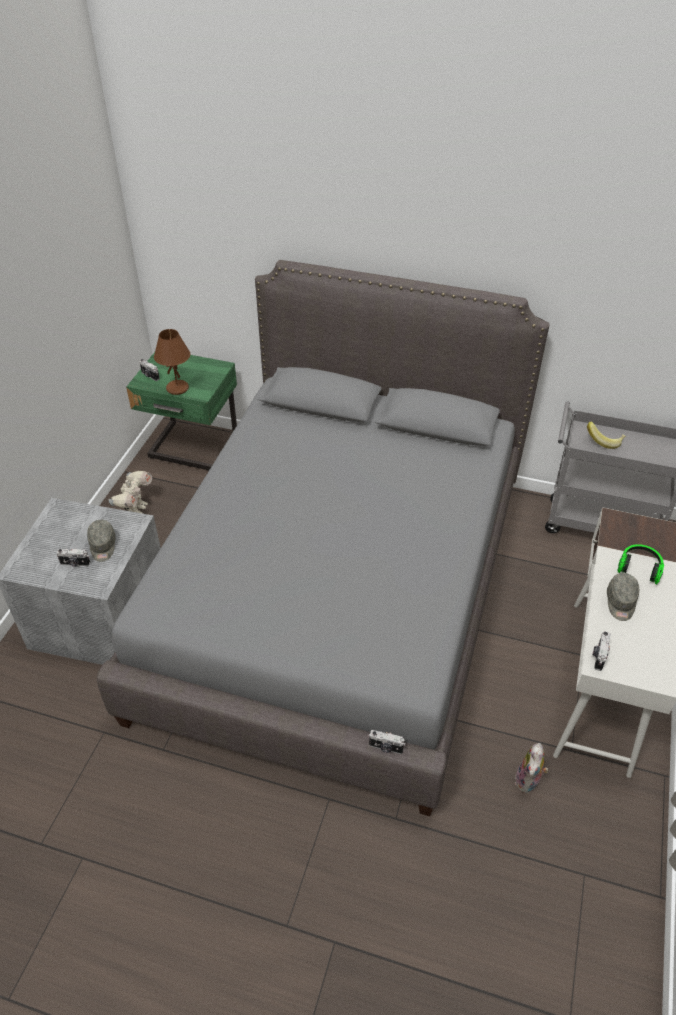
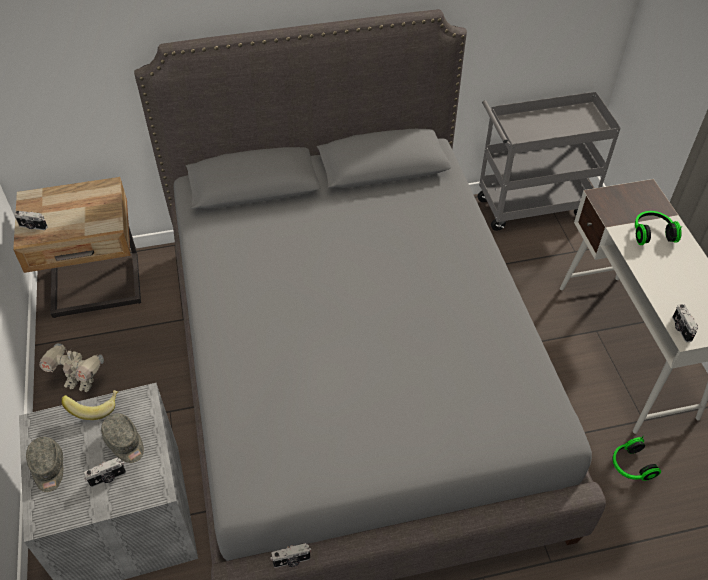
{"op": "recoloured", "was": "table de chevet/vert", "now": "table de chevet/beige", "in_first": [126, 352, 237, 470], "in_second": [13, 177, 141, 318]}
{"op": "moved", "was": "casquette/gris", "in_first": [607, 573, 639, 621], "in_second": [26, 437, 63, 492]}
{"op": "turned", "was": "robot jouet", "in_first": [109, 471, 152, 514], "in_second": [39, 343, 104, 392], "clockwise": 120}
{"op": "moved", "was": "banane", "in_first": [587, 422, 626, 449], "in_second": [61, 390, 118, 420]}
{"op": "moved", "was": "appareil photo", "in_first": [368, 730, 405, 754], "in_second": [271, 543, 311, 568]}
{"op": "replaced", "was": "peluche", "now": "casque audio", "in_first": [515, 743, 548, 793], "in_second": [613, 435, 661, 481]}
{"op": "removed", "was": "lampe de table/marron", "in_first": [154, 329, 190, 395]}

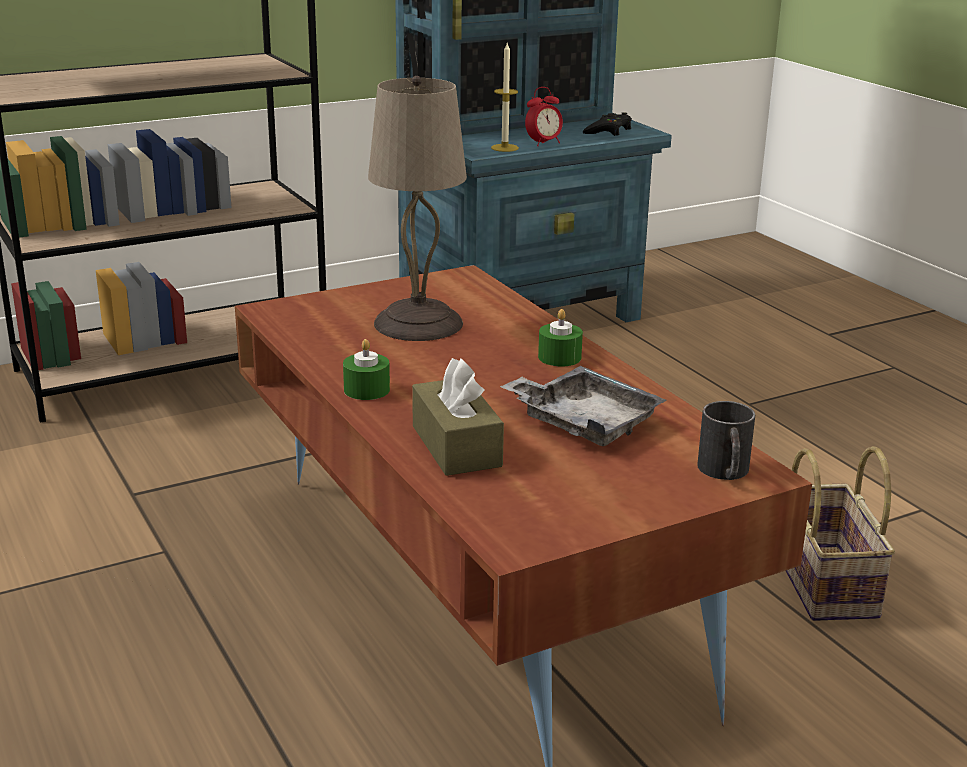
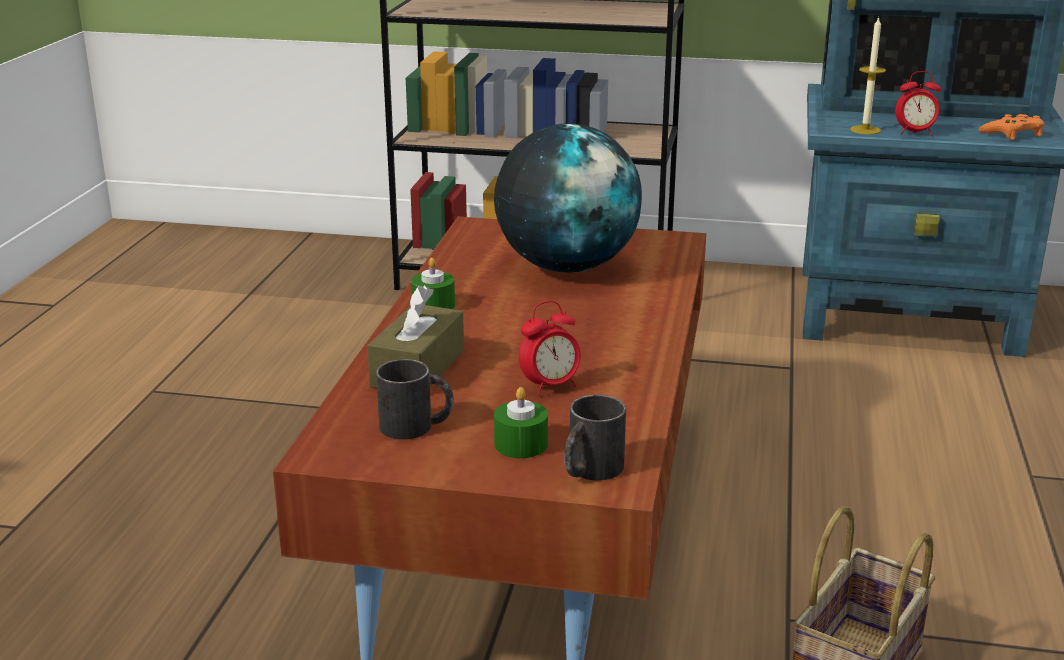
{"op": "added", "now": "mug/noir", "in_second": [376, 359, 454, 440]}
{"op": "replaced", "was": "lampe de table/beige", "now": "globe", "in_first": [368, 76, 467, 341], "in_second": [494, 123, 642, 273]}
{"op": "moved", "was": "bougie/vert", "in_first": [538, 309, 583, 367], "in_second": [494, 387, 548, 458]}
{"op": "replaced", "was": "plateau/gris", "now": "réveil", "in_first": [500, 366, 666, 446], "in_second": [519, 301, 580, 396]}
{"op": "recoloured", "was": "manette/noir", "now": "manette/orange", "in_first": [583, 112, 632, 136], "in_second": [979, 114, 1045, 140]}

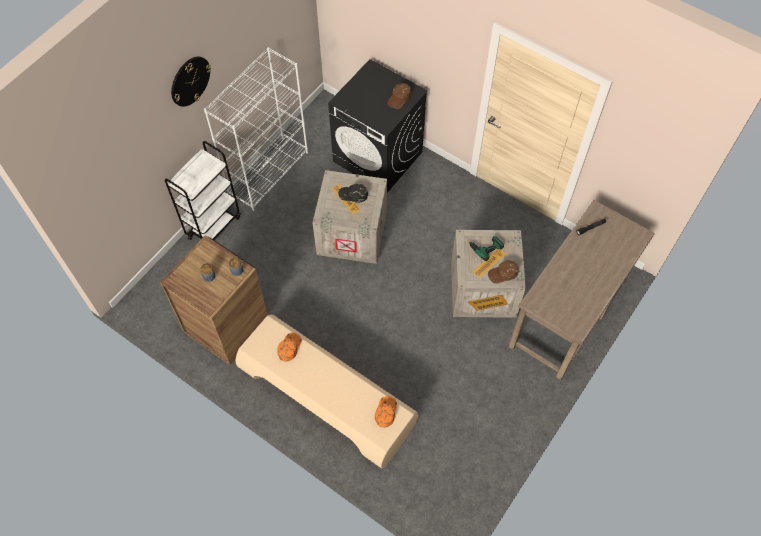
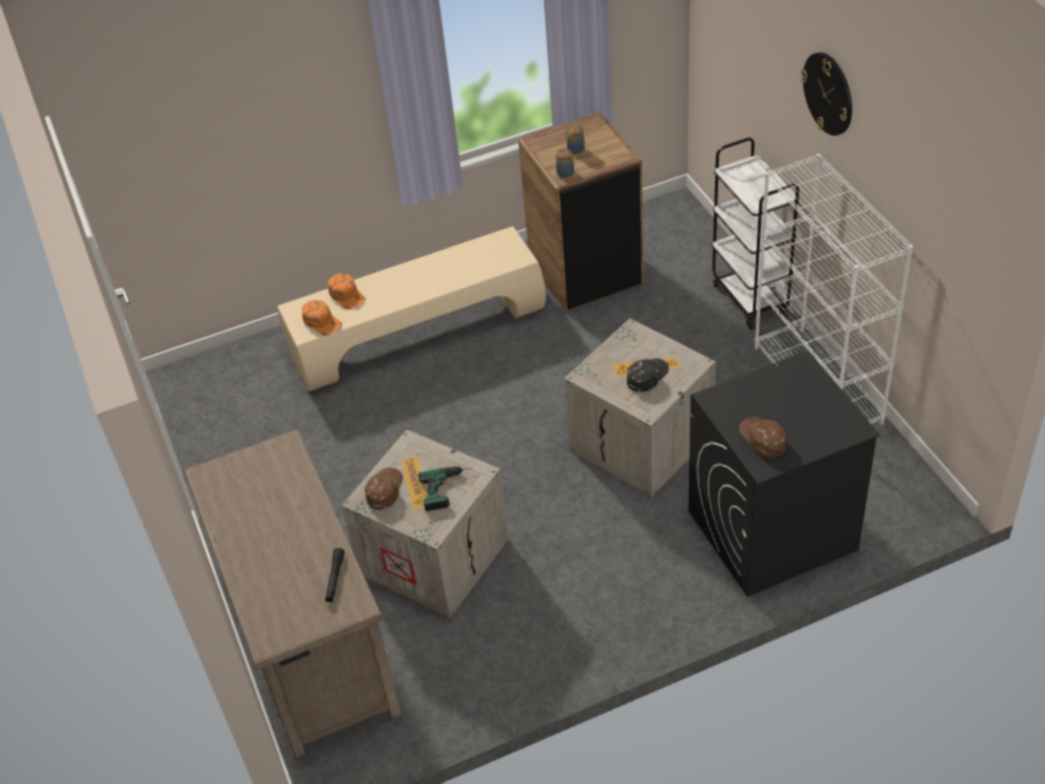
{"op": "moved", "was": "casquette/orange", "in_first": [277, 333, 301, 362], "in_second": [328, 273, 366, 309]}

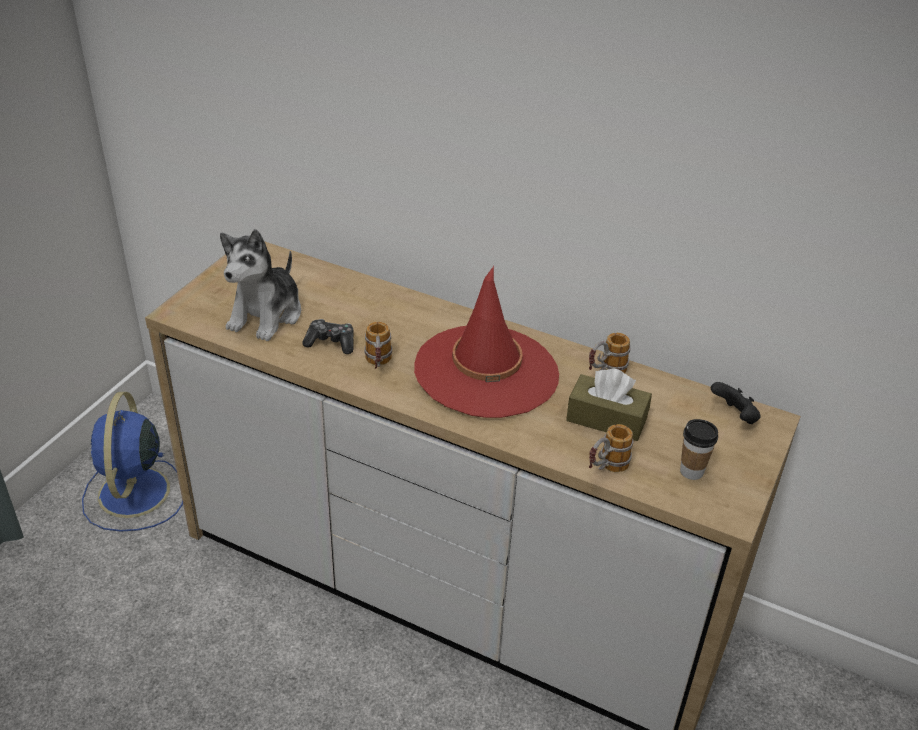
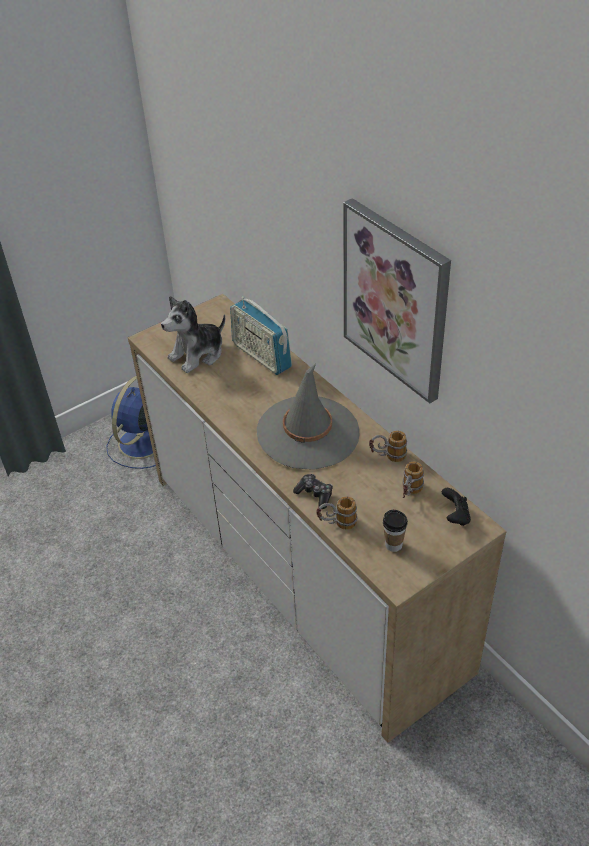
{"op": "added", "now": "radio", "in_second": [230, 296, 292, 375]}
{"op": "recoloured", "was": "chapeau/rouge", "now": "chapeau/gris", "in_first": [414, 266, 559, 418], "in_second": [257, 363, 359, 470]}
{"op": "moved", "was": "manette", "in_first": [302, 319, 353, 354], "in_second": [293, 474, 333, 509]}
{"op": "added", "now": "tableau", "in_second": [343, 198, 451, 403]}
{"op": "moved", "was": "mug", "in_first": [364, 322, 392, 369], "in_second": [402, 462, 424, 498]}
{"op": "removed", "was": "boîte à mouchoirs/marron", "in_first": [566, 368, 652, 441]}

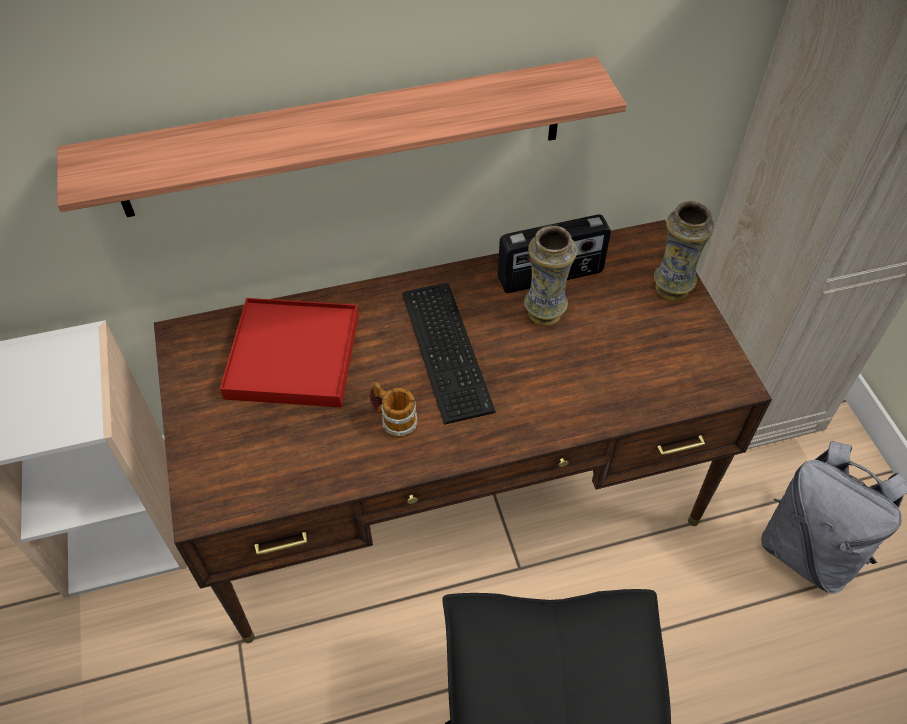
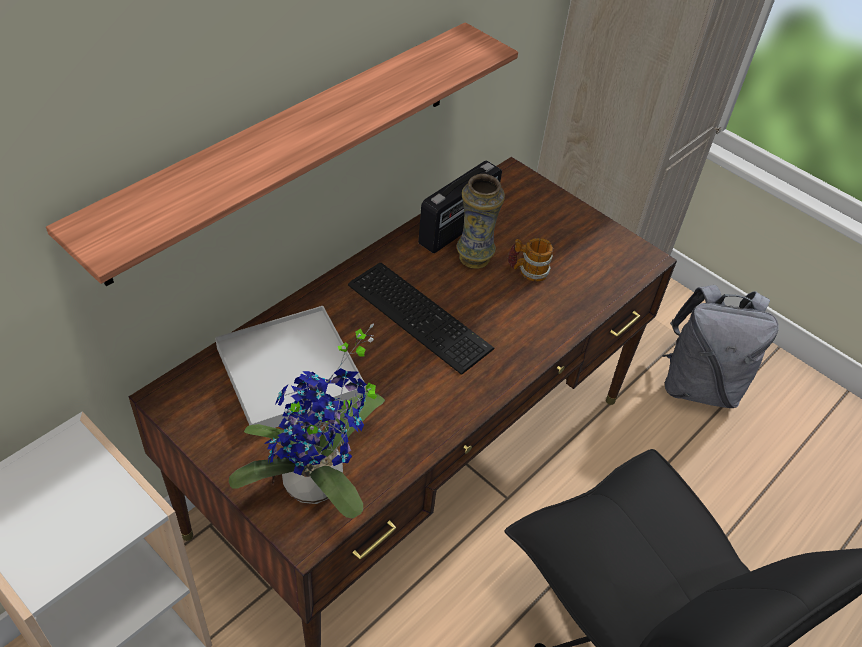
{"op": "recoloured", "was": "plateau/rouge", "now": "plateau/blanc", "in_first": [220, 298, 359, 407], "in_second": [215, 306, 366, 428]}
{"op": "added", "now": "plante en pot", "in_second": [229, 324, 385, 518]}
{"op": "moved", "was": "mug", "in_first": [369, 382, 418, 438], "in_second": [508, 238, 553, 282]}
{"op": "removed", "was": "vase", "in_first": [654, 201, 714, 301]}

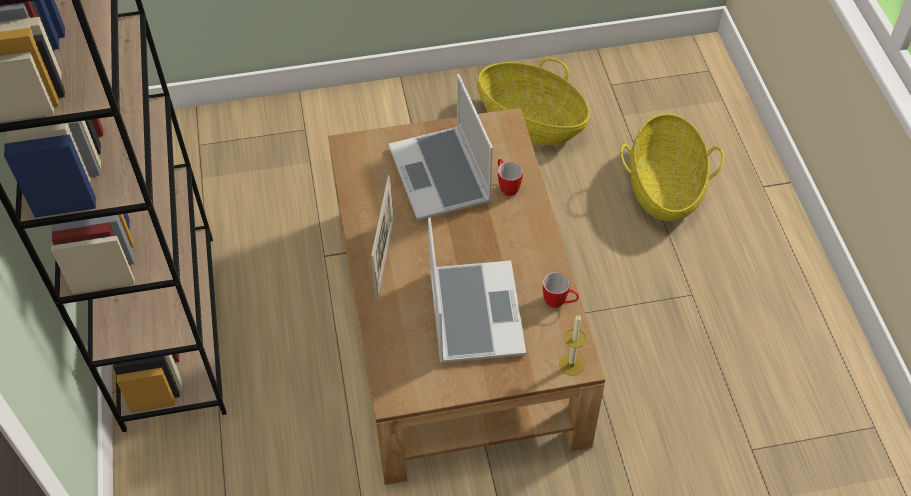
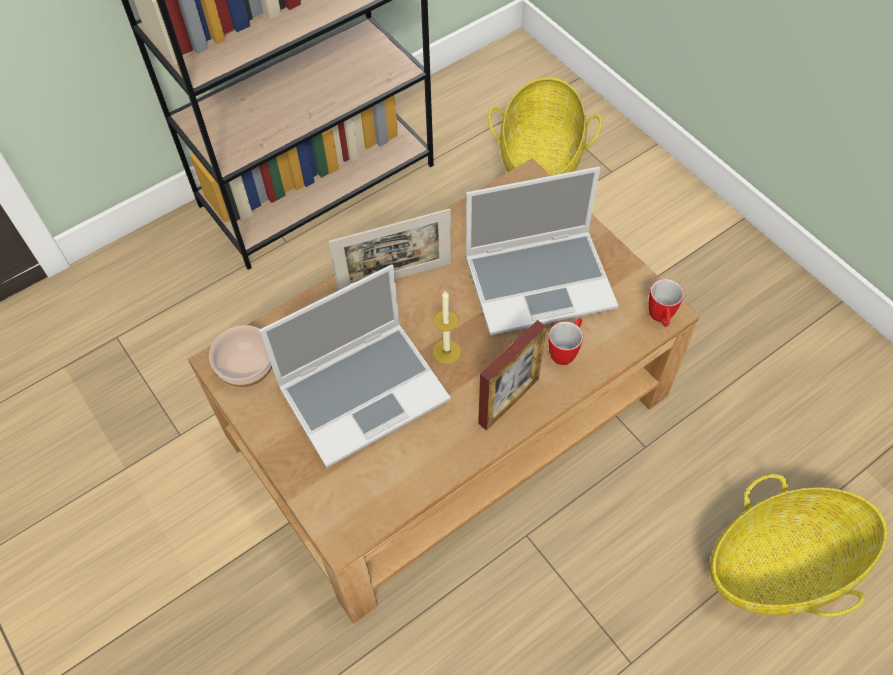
{"op": "added", "now": "bol", "in_second": [209, 325, 272, 387]}
{"op": "moved", "was": "bougie", "in_first": [559, 314, 586, 376], "in_second": [432, 290, 461, 365]}
{"op": "turned", "was": "ordinateur portable", "in_first": [388, 74, 493, 221], "in_second": [465, 167, 619, 336], "clockwise": -150}
{"op": "added", "now": "cadre photo", "in_second": [478, 320, 546, 431]}
{"op": "moved", "was": "panier", "in_first": [477, 58, 590, 145], "in_second": [488, 77, 602, 176]}
{"op": "moved", "was": "mug", "in_first": [543, 272, 579, 308], "in_second": [648, 279, 684, 327]}

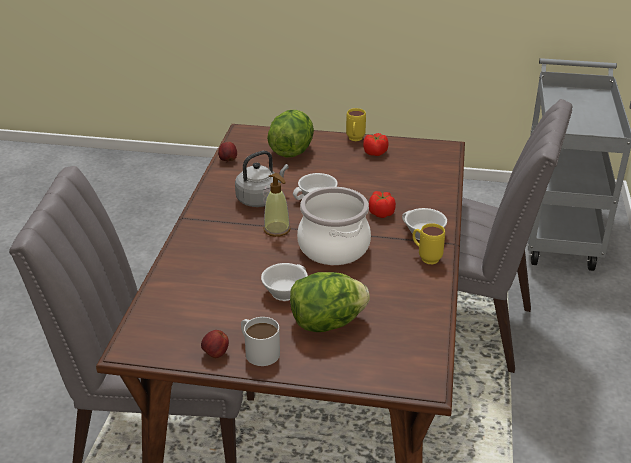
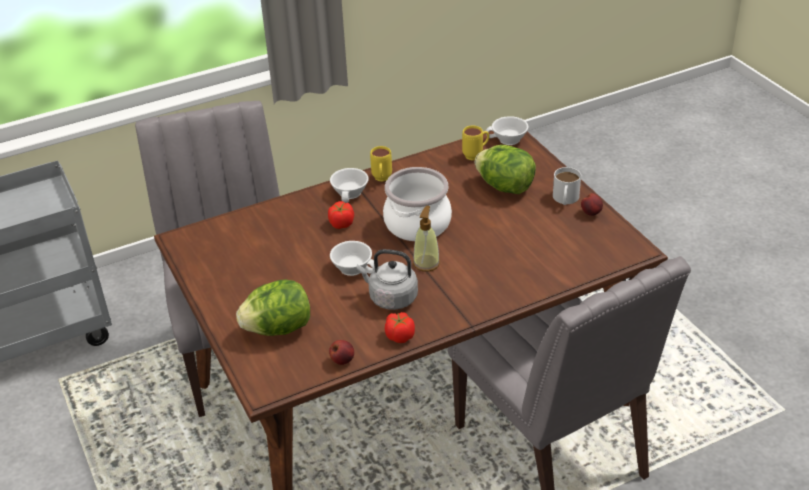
{"op": "moved", "was": "tomate", "in_first": [363, 133, 388, 156], "in_second": [385, 312, 415, 343]}
{"op": "moved", "was": "mug/jaune", "in_first": [346, 108, 366, 141], "in_second": [462, 126, 489, 160]}
{"op": "moved", "was": "tasse/blanc", "in_first": [261, 263, 308, 301], "in_second": [486, 116, 528, 145]}

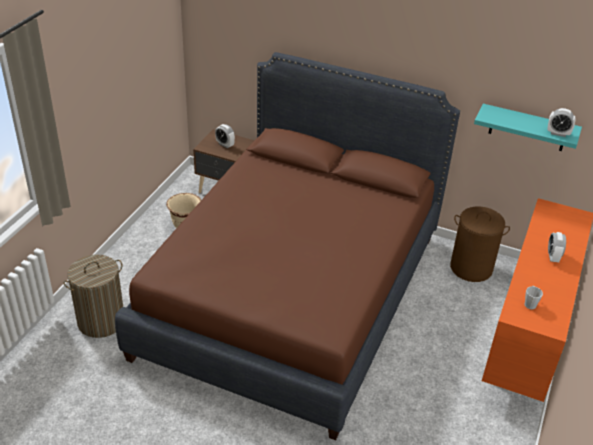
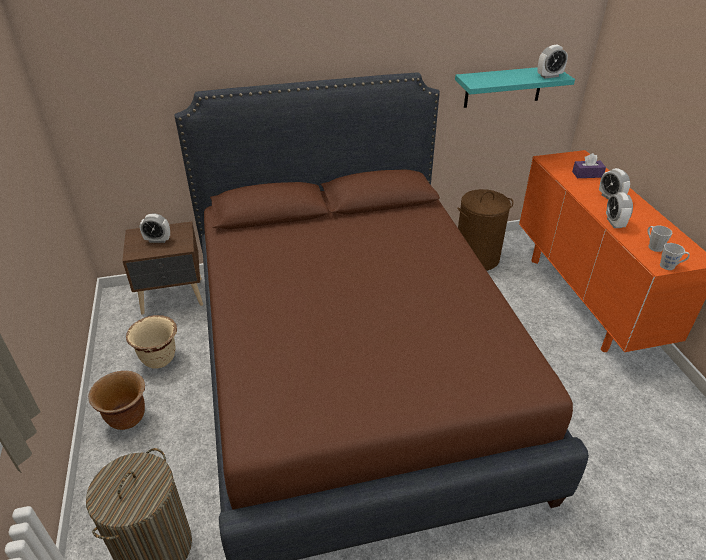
{"op": "added", "now": "cache-pot/marron", "in_second": [88, 371, 145, 430]}
{"op": "added", "now": "boîte à mouchoirs/violet", "in_second": [572, 153, 606, 178]}
{"op": "added", "now": "réveil", "in_second": [606, 192, 633, 228]}
{"op": "added", "now": "mug/gris", "in_second": [660, 243, 690, 270]}

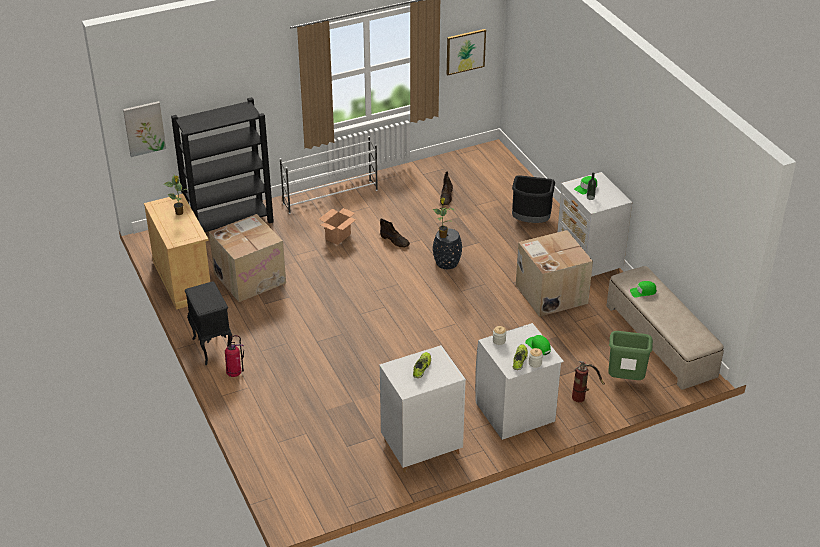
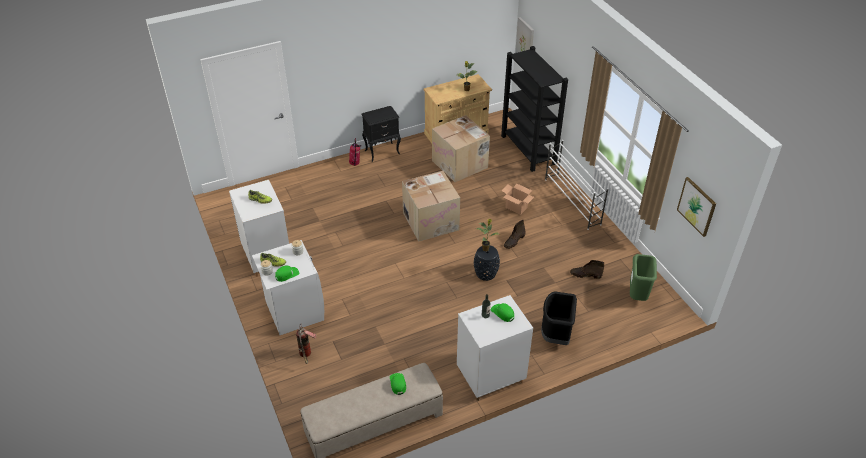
{"op": "moved", "was": "carton", "in_first": [516, 230, 593, 317], "in_second": [402, 171, 460, 242]}
{"op": "moved", "was": "poubelle/vert", "in_first": [608, 331, 653, 380], "in_second": [630, 254, 657, 301]}

